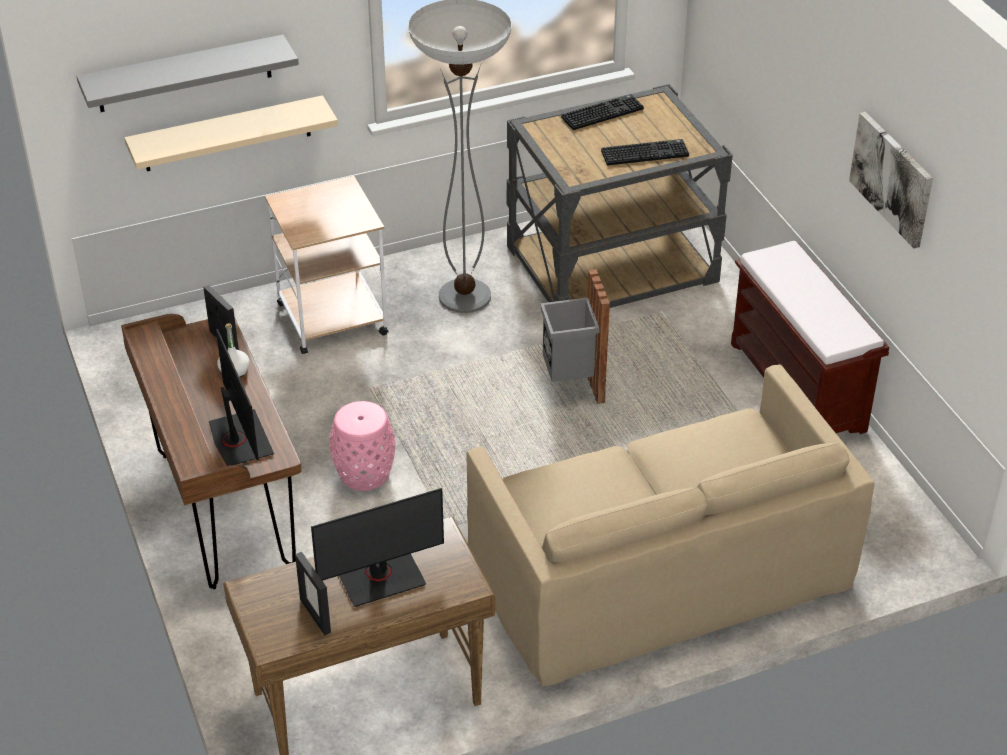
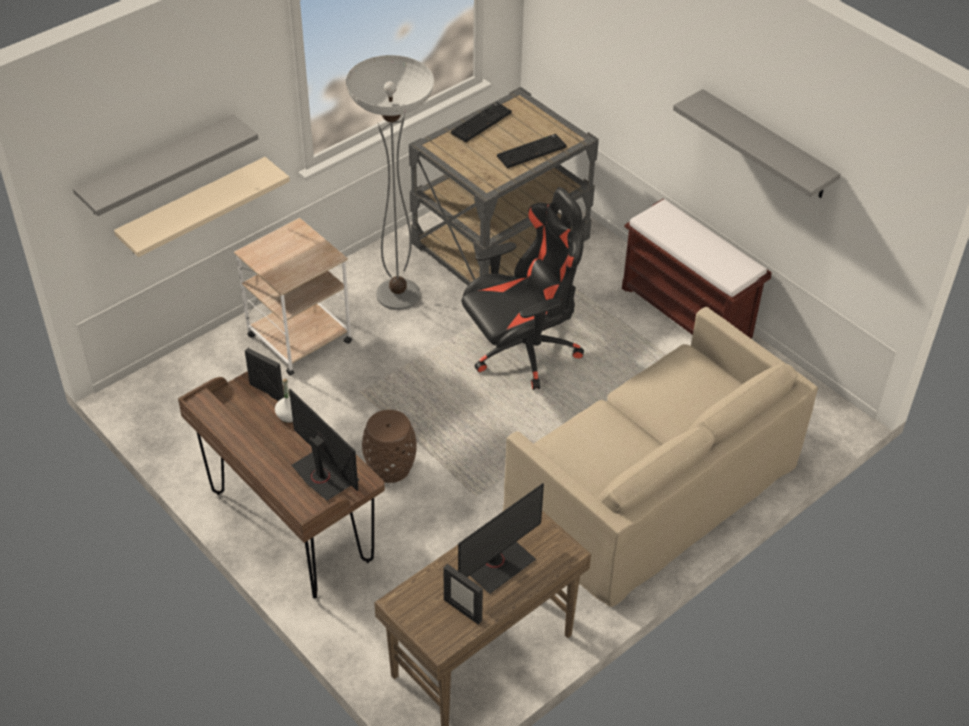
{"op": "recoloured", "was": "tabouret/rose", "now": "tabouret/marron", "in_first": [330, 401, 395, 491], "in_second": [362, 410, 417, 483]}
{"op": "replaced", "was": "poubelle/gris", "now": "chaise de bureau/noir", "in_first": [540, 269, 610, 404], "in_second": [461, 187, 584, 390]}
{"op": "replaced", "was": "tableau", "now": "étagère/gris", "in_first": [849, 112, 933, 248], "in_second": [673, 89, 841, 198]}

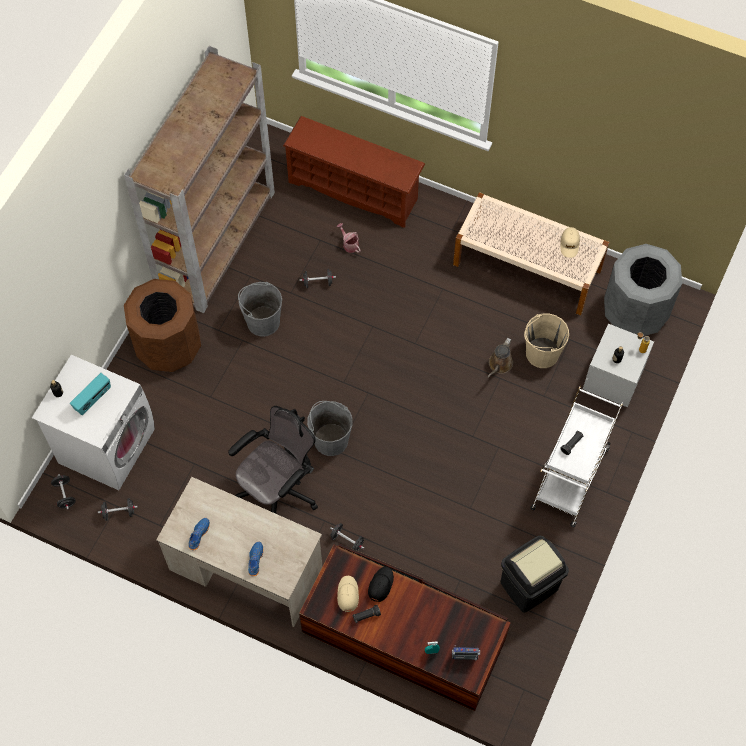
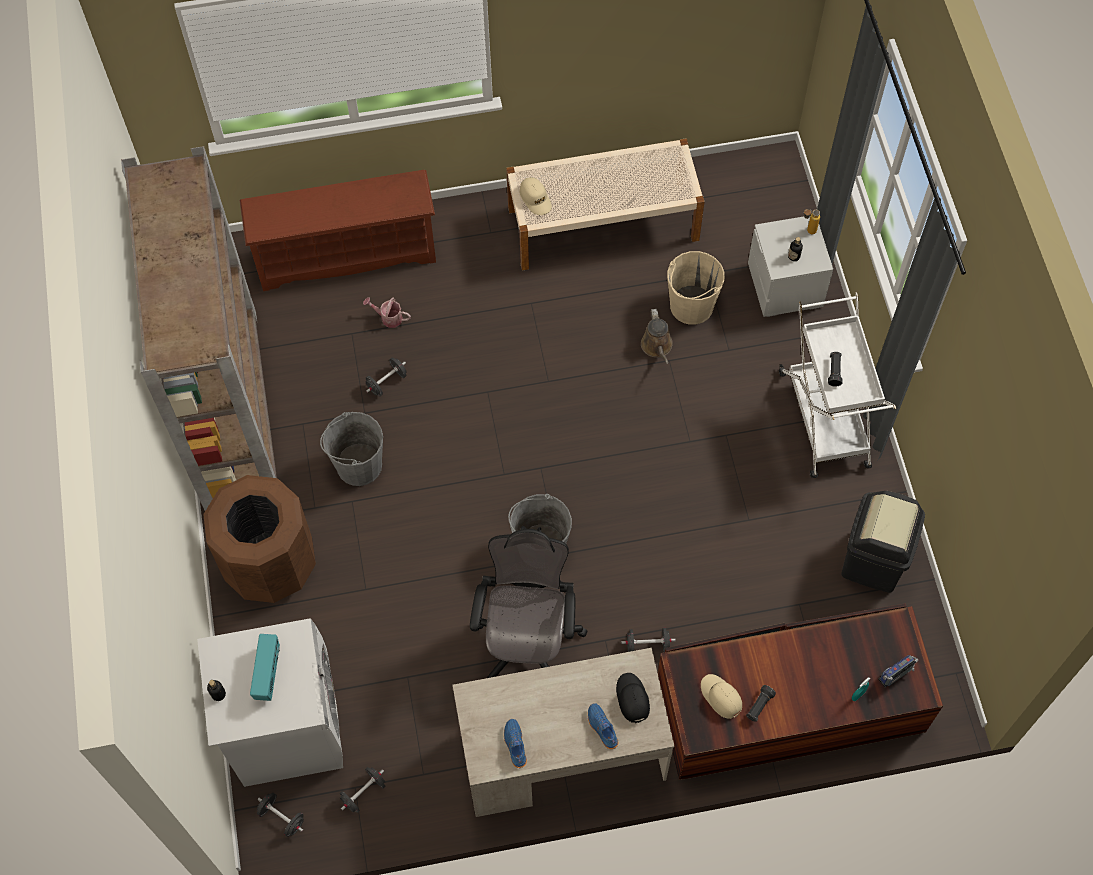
{"op": "moved", "was": "casquette/beige", "in_first": [560, 227, 580, 258], "in_second": [519, 177, 552, 215]}
{"op": "moved", "was": "casquette/noir", "in_first": [368, 567, 394, 602], "in_second": [616, 673, 650, 724]}
{"op": "removed", "was": "poubelle/gris", "in_first": [604, 244, 682, 336]}

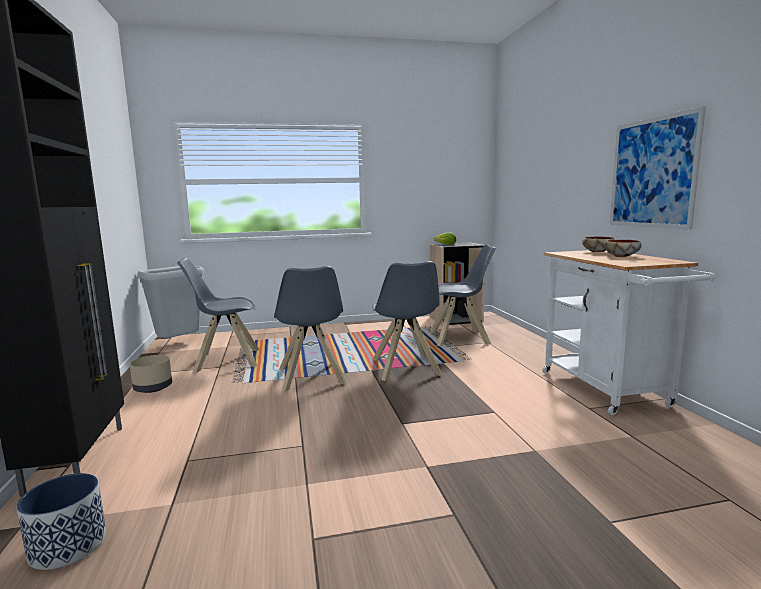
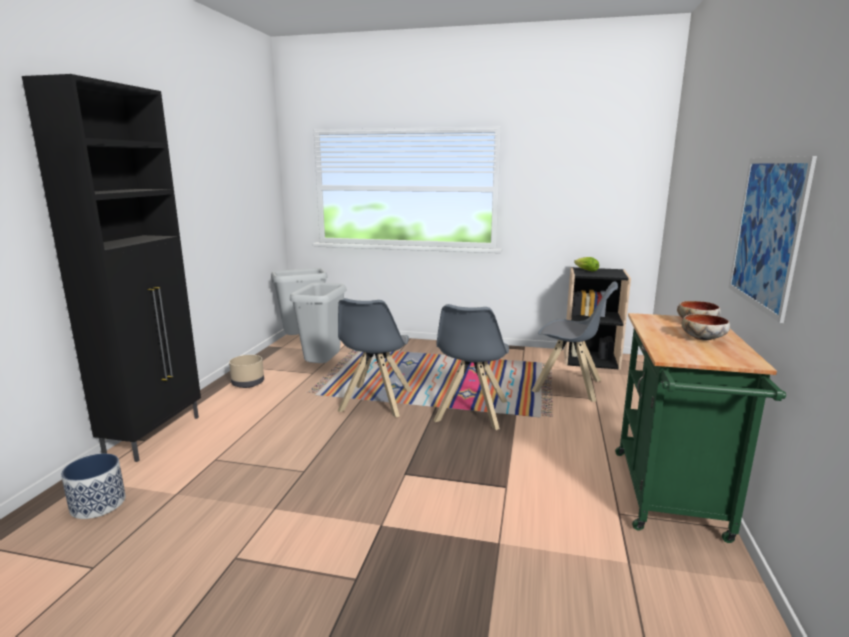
{"op": "replaced", "was": "chaise/gris", "now": "poubelle/gris", "in_first": [177, 258, 259, 373], "in_second": [290, 282, 346, 363]}
{"op": "recoloured", "was": "chariot/blanc", "now": "chariot/vert", "in_first": [543, 250, 715, 415], "in_second": [615, 313, 786, 543]}

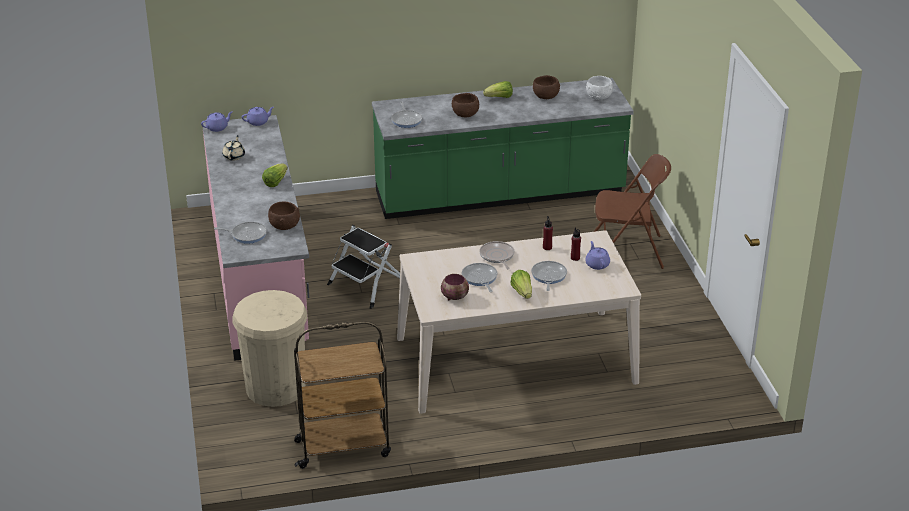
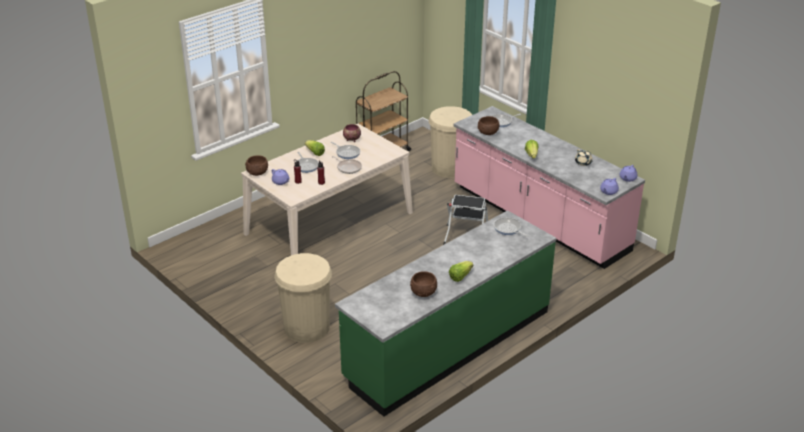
{"op": "moved", "was": "bol/marron", "in_first": [452, 93, 479, 117], "in_second": [245, 155, 268, 176]}
{"op": "replaced", "was": "chaise/marron", "now": "poubelle/beige", "in_first": [594, 154, 671, 269], "in_second": [274, 253, 332, 343]}
{"op": "removed", "was": "bol/blanc", "in_first": [586, 76, 613, 100]}

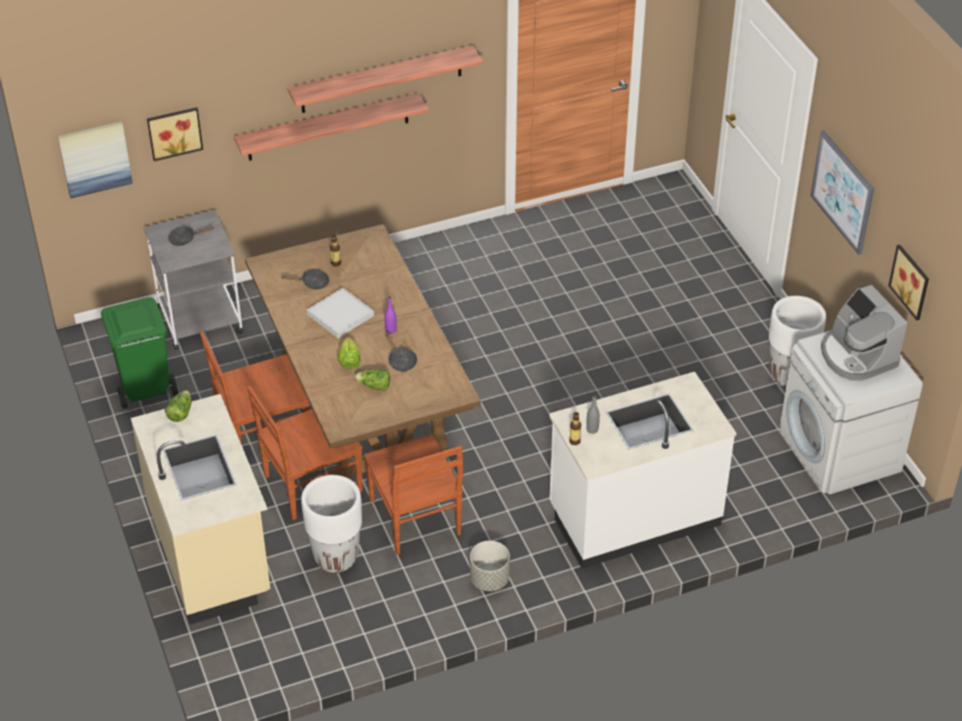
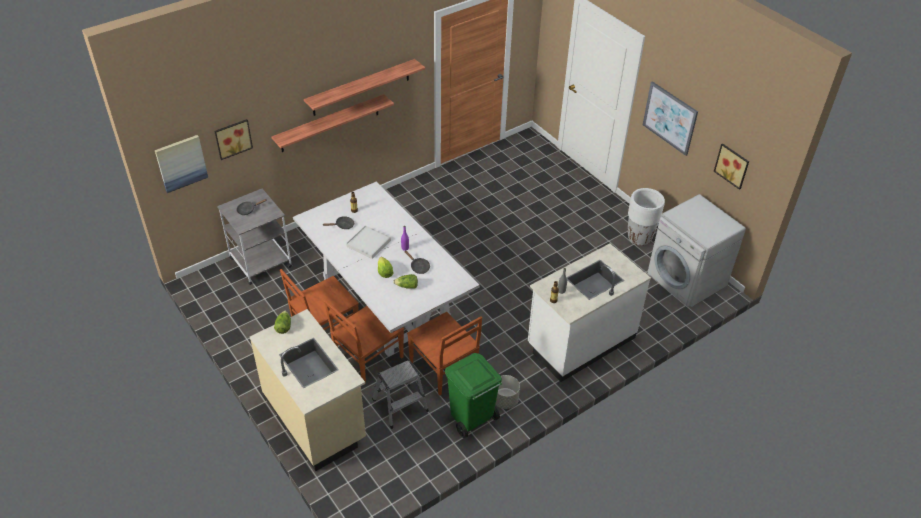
{"op": "recoloured", "was": "table à manger/marron", "now": "table à manger/blanc", "in_first": [245, 224, 481, 480], "in_second": [293, 181, 480, 357]}
{"op": "replaced", "was": "cache-pot/blanc", "now": "escabeau/gris", "in_first": [301, 475, 362, 573], "in_second": [372, 359, 429, 429]}
{"op": "moved", "was": "poubelle/vert", "in_first": [101, 297, 178, 409], "in_second": [445, 353, 502, 438]}
{"op": "removed", "was": "machine à café", "in_first": [821, 285, 907, 381]}

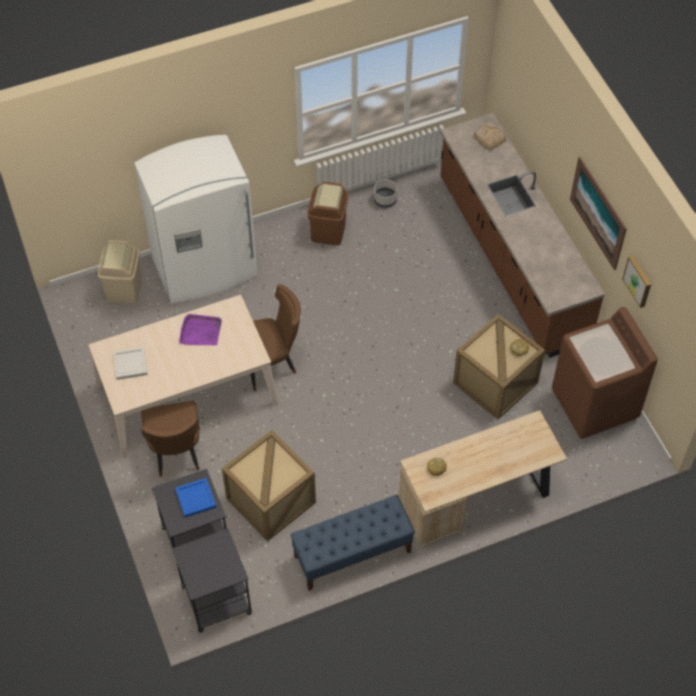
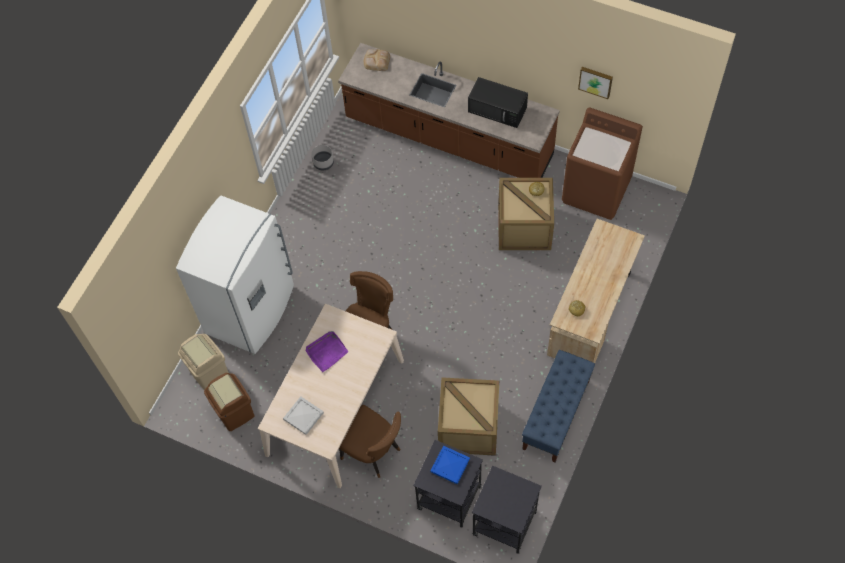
{"op": "moved", "was": "poubelle/marron", "in_first": [308, 182, 348, 245], "in_second": [204, 373, 254, 431]}
{"op": "added", "now": "micro-ondes/noir", "in_second": [468, 77, 528, 128]}
{"op": "removed", "was": "tableau", "in_first": [570, 157, 627, 270]}

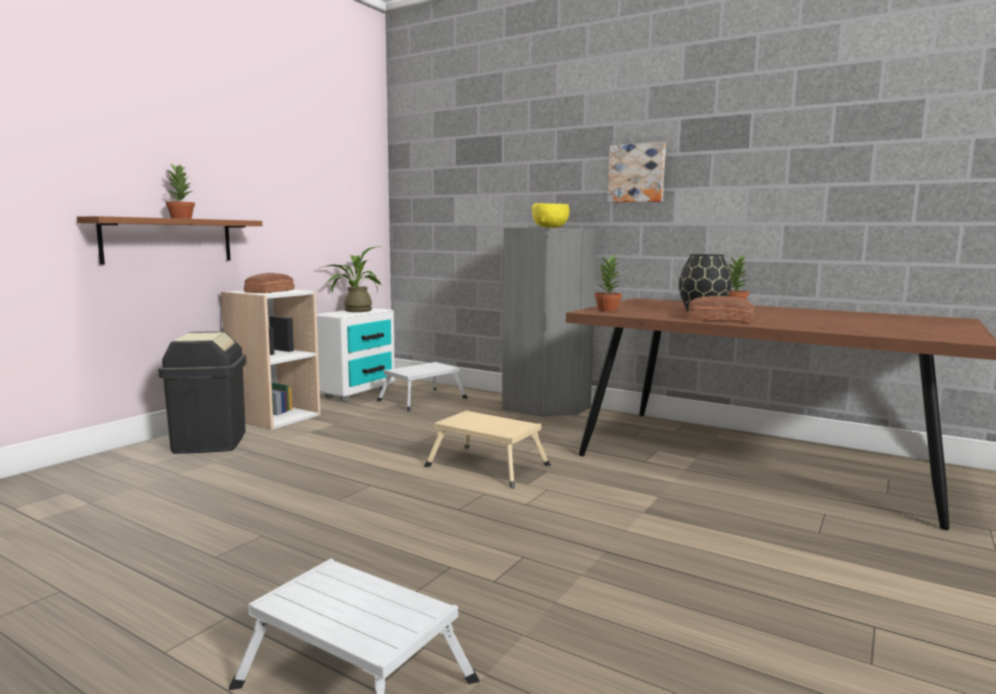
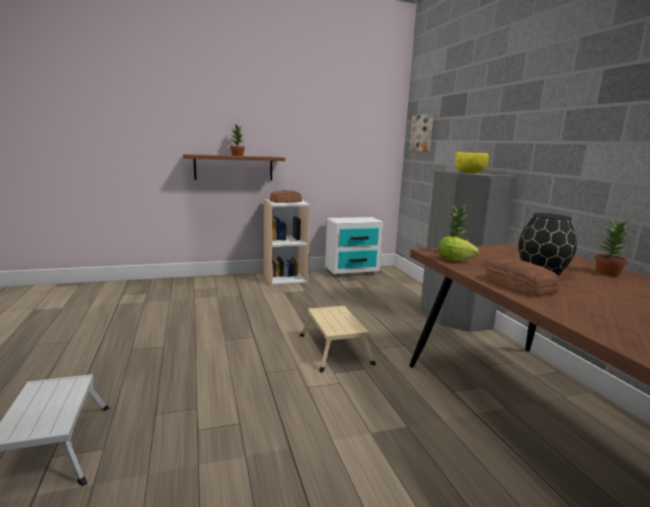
{"op": "moved", "was": "tableau", "in_first": [607, 142, 666, 203], "in_second": [409, 114, 434, 151]}
{"op": "added", "now": "laitue", "in_second": [438, 236, 479, 261]}
{"op": "removed", "was": "poubelle/noir", "in_first": [158, 331, 246, 454]}
{"op": "removed", "was": "plante en pot", "in_first": [319, 246, 382, 312]}
{"op": "removed", "was": "escabeau/blanc", "in_first": [377, 362, 468, 412]}

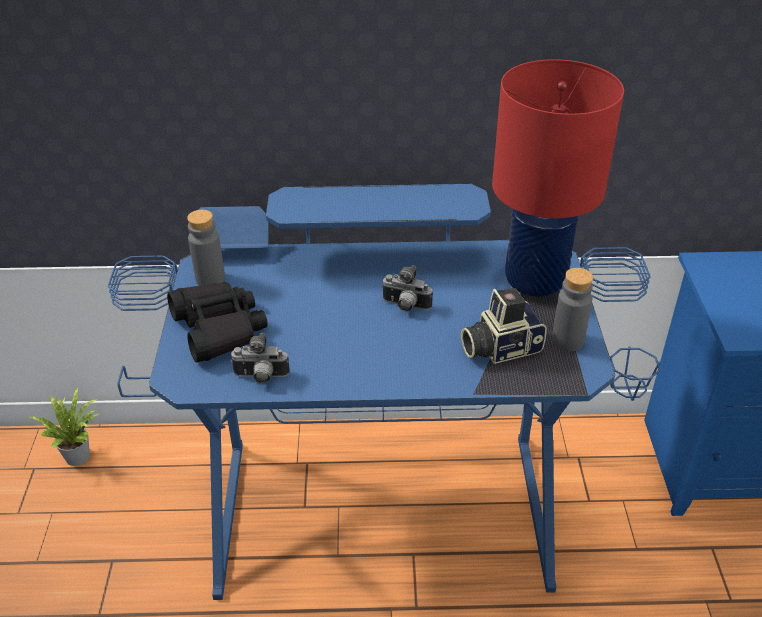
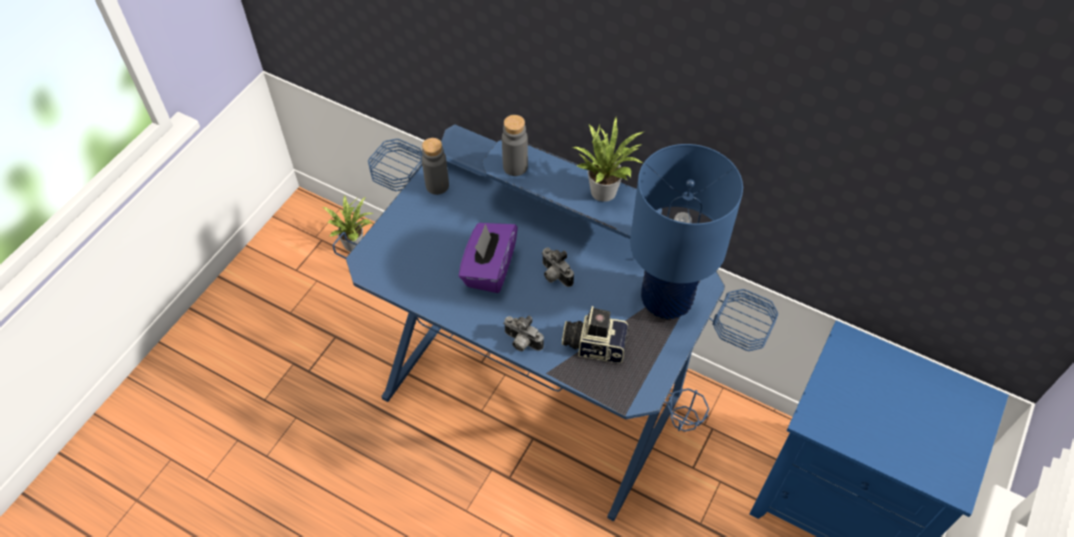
{"op": "added", "now": "boîte à mouchoirs/violet", "in_second": [459, 223, 518, 293]}
{"op": "moved", "was": "bouteille/gris", "in_first": [552, 268, 593, 351], "in_second": [502, 115, 528, 176]}
{"op": "moved", "was": "appareil photo", "in_first": [231, 333, 290, 384], "in_second": [503, 316, 544, 351]}
{"op": "added", "now": "plante en pot", "in_second": [573, 117, 643, 202]}
{"op": "recoloured", "was": "lampe de table/rouge", "now": "lampe de table/bleu", "in_first": [492, 59, 624, 297], "in_second": [630, 144, 743, 319]}
{"op": "removed", "was": "jumelles/noir", "in_first": [167, 282, 268, 362]}

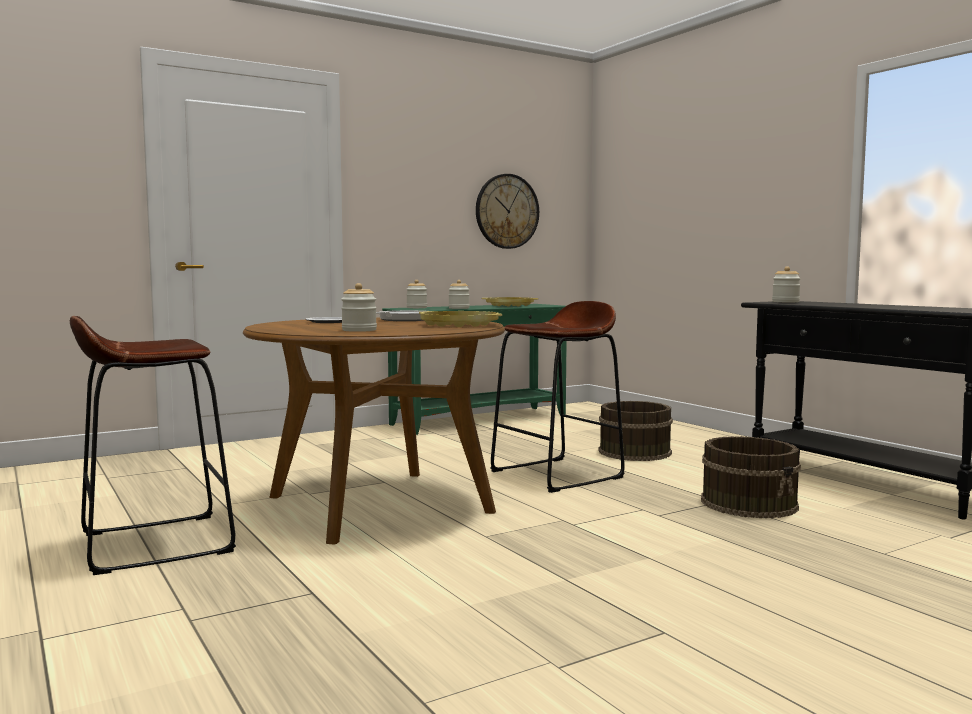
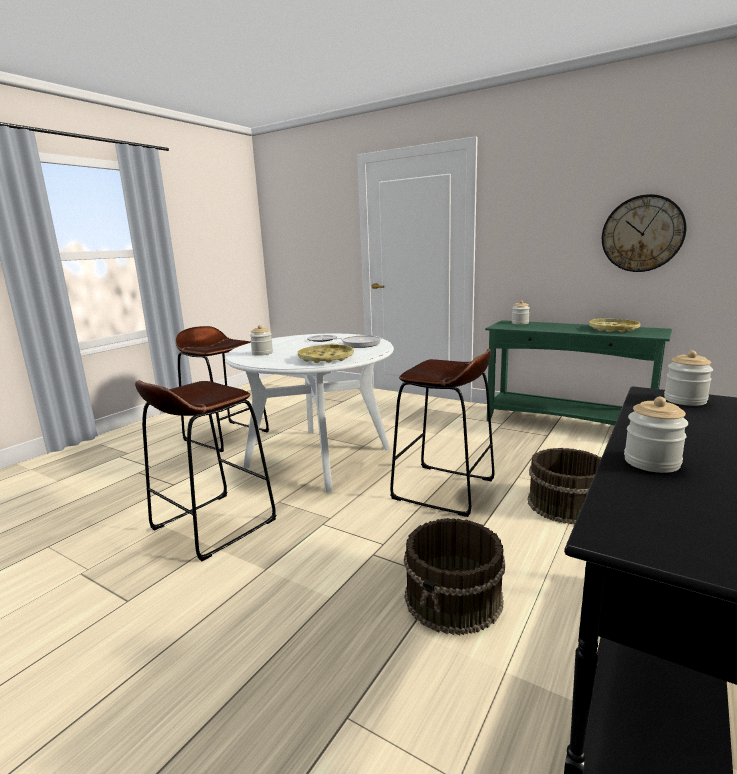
{"op": "added", "now": "tabouret/marron", "in_second": [135, 380, 277, 561]}
{"op": "recoloured", "was": "table à manger/marron", "now": "table à manger/blanc", "in_first": [243, 317, 505, 544], "in_second": [225, 334, 394, 492]}
{"op": "moved", "was": "bocal", "in_first": [448, 280, 470, 309], "in_second": [624, 397, 688, 473]}

